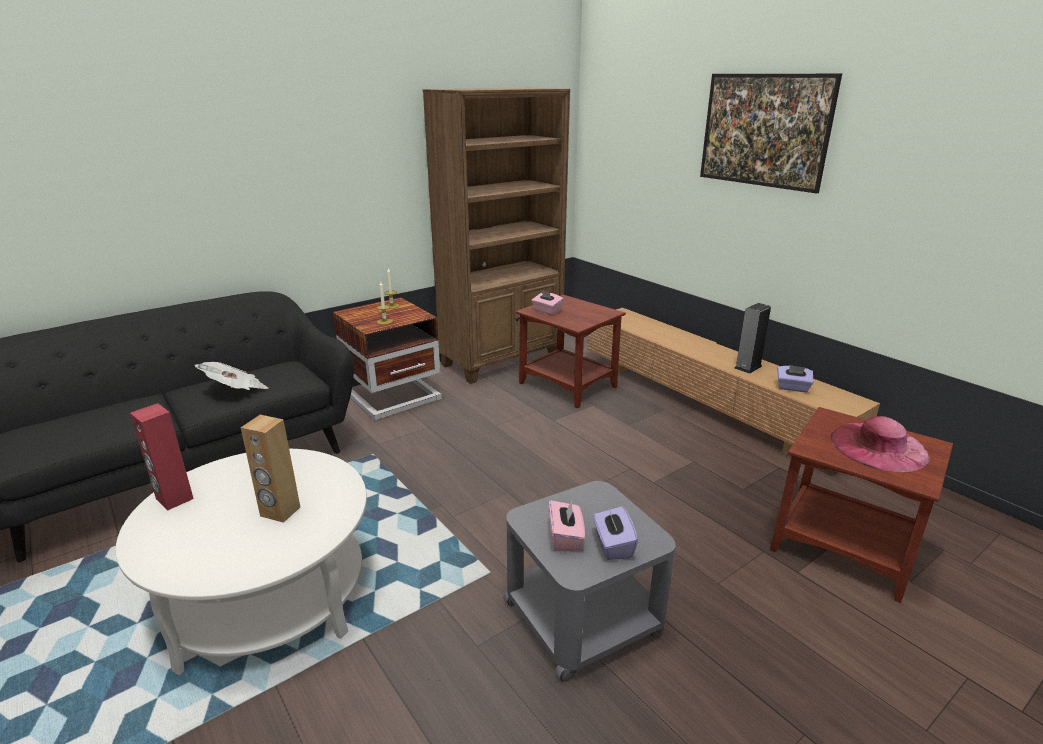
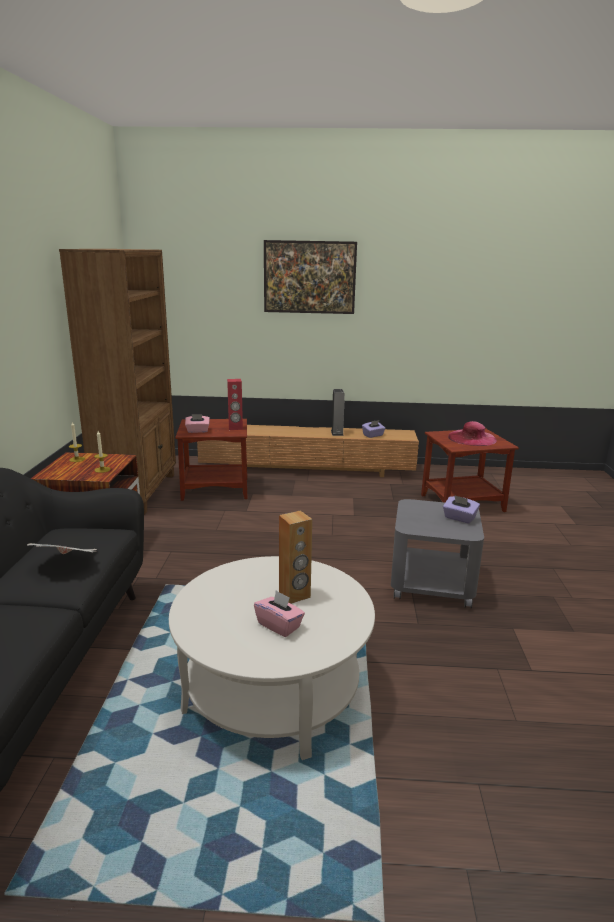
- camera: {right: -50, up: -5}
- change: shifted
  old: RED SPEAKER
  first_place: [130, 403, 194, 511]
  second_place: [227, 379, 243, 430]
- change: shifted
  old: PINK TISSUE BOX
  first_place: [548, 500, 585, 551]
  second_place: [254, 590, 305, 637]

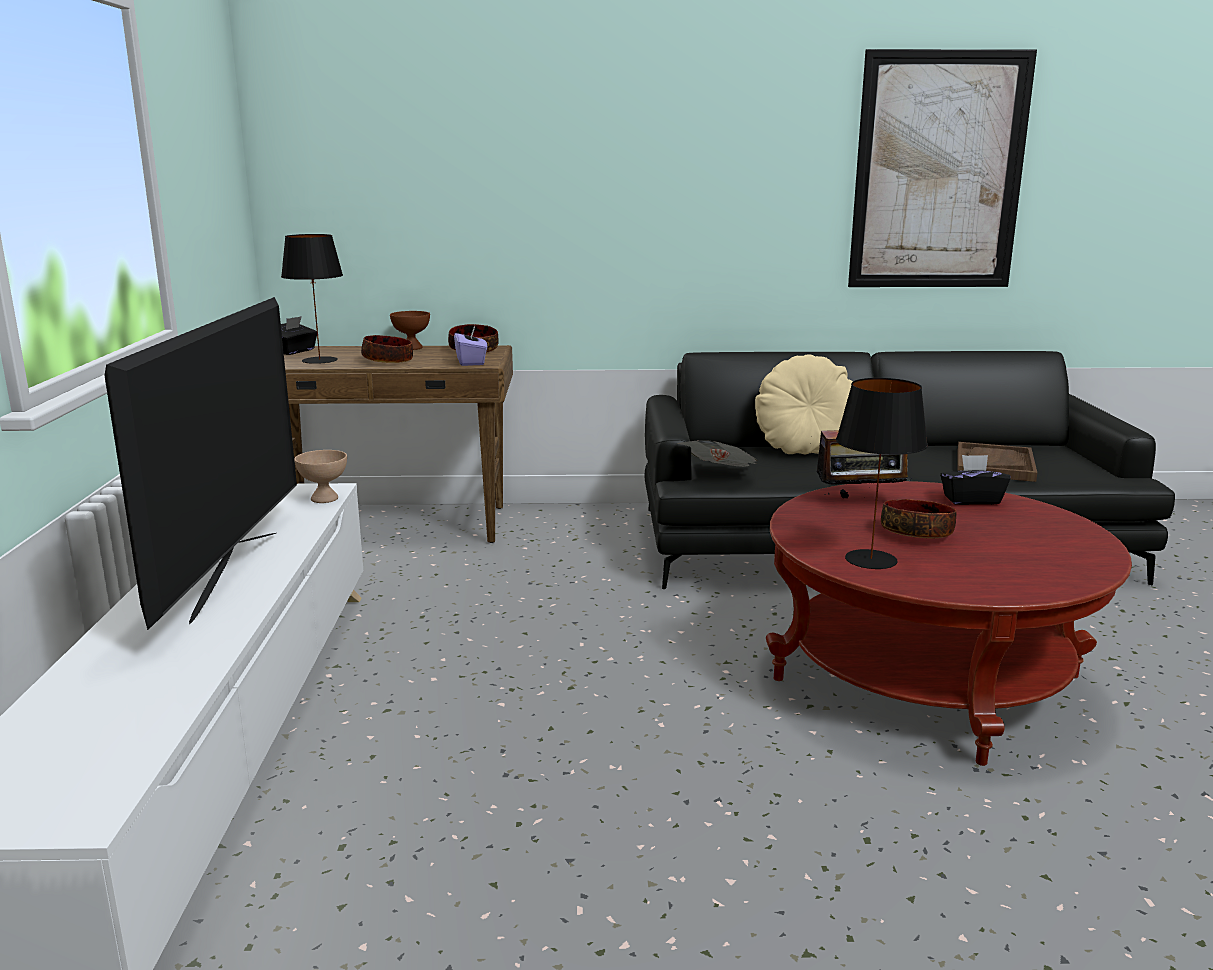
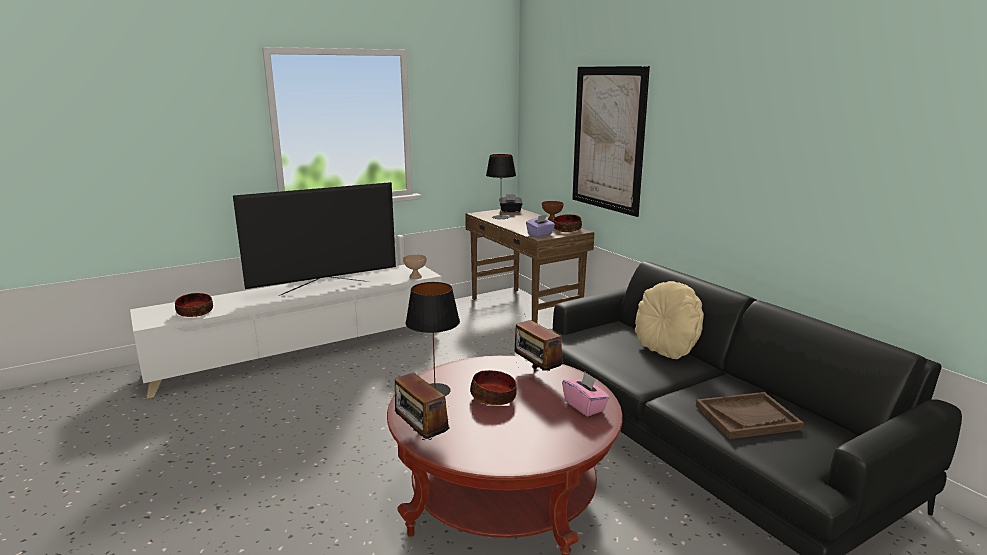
- camera: {right: 60, up: 0}
- change: shifted
  old: BOWL
  first_place: [361, 335, 413, 363]
  second_place: [175, 293, 213, 317]
- change: new
  new: RADIO
  second_place: [392, 367, 449, 441]
- change: repainted
  old: BLACK TISSUE BOX
  new: PINK TISSUE BOX
  first_place: [940, 455, 1011, 505]
  second_place: [562, 372, 610, 416]
- change: shifted
  old: PICTURE
  first_place: [848, 49, 1037, 287]
  second_place: [572, 66, 650, 217]
- change: gone
  old: NEWSPAPER
  first_place: [677, 440, 757, 467]

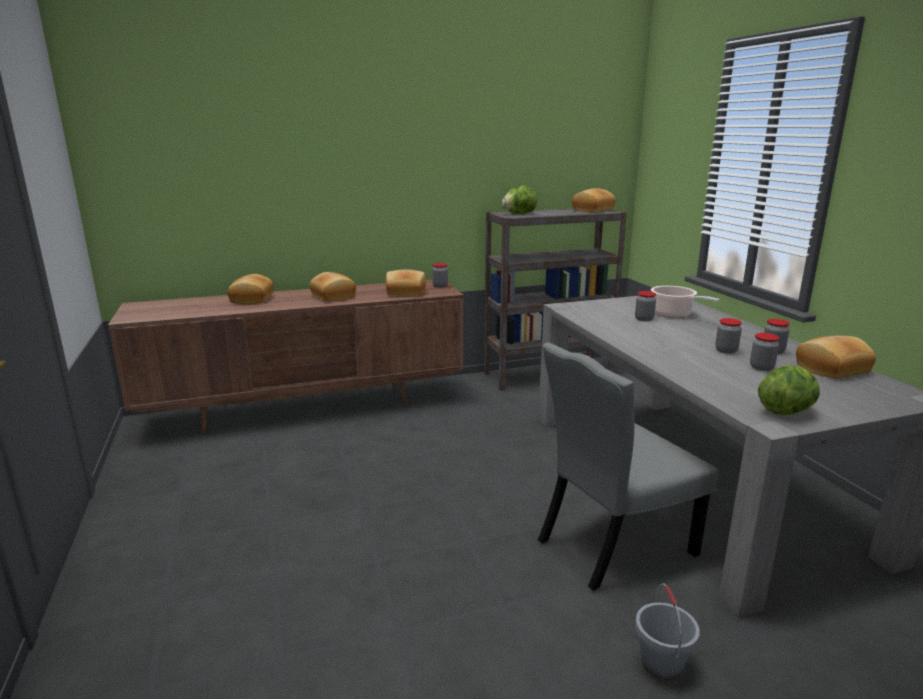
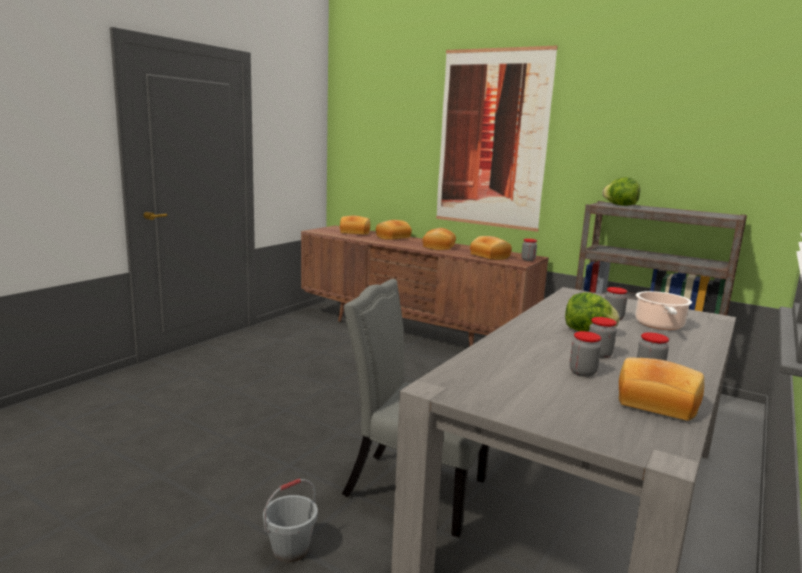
- camera: {right: 50, up: -5}
- change: shifted
  old: BREAD
  first_place: [572, 188, 615, 212]
  second_place: [340, 216, 370, 235]
- change: new
  new: PICTURE
  second_place: [436, 46, 558, 232]
- change: shifted
  old: LETTUCE
  first_place: [758, 366, 820, 415]
  second_place: [565, 292, 620, 332]

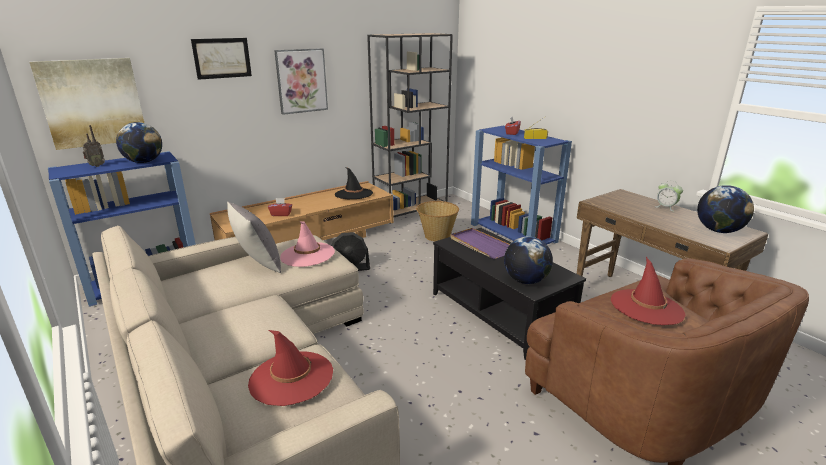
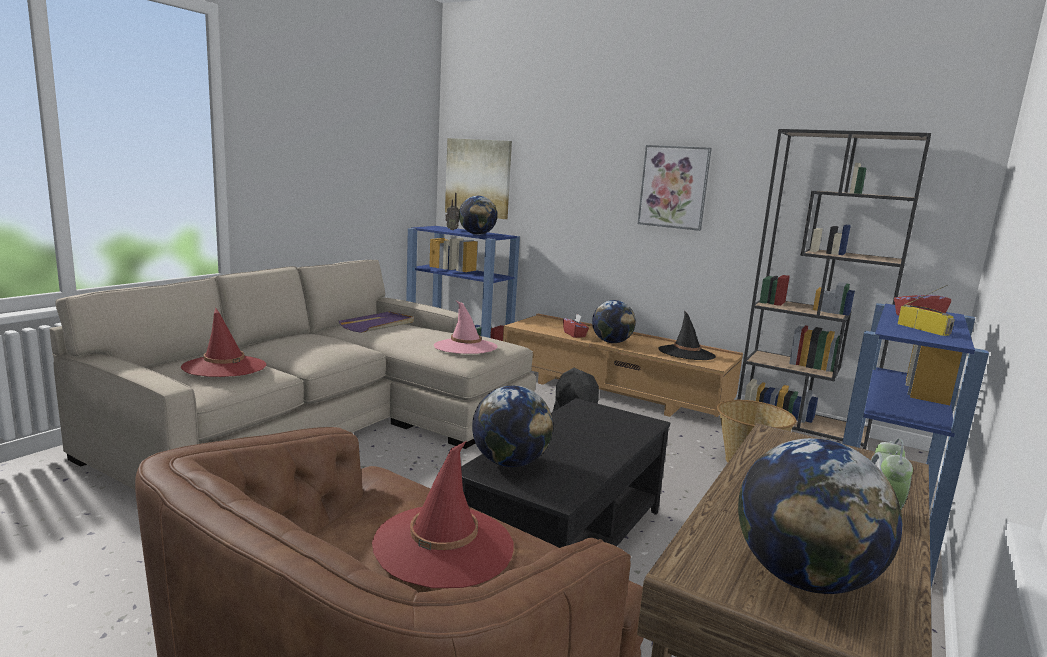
- camera: {right: 65, up: -10}
- change: shifted
  old: PURPLE TRAY
  first_place: [451, 228, 510, 259]
  second_place: [339, 311, 414, 333]
- change: new
  new: GLOBE
  second_place: [592, 300, 636, 343]
- change: gone
  old: PICTURE
  first_place: [191, 38, 252, 80]
- change: gone
  old: GREY PILLOW
  first_place: [227, 202, 281, 273]

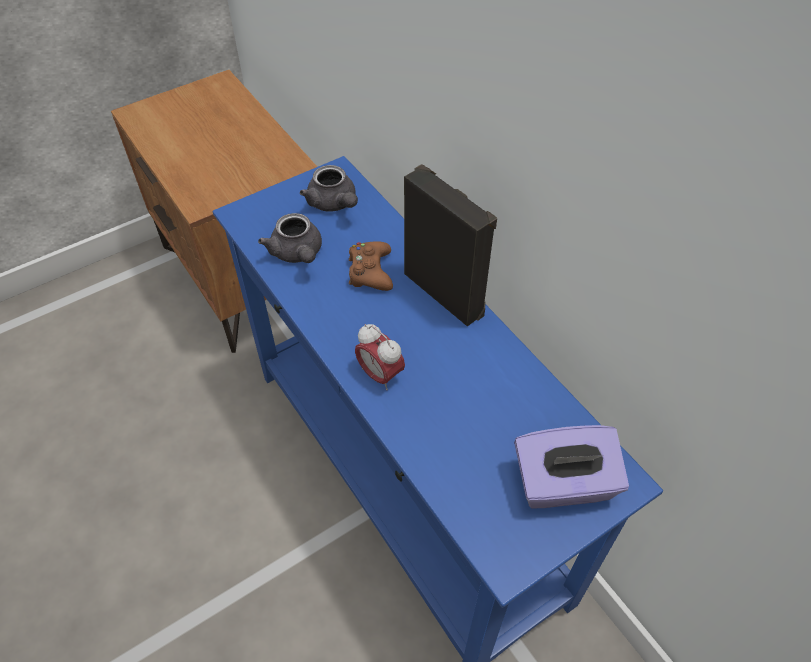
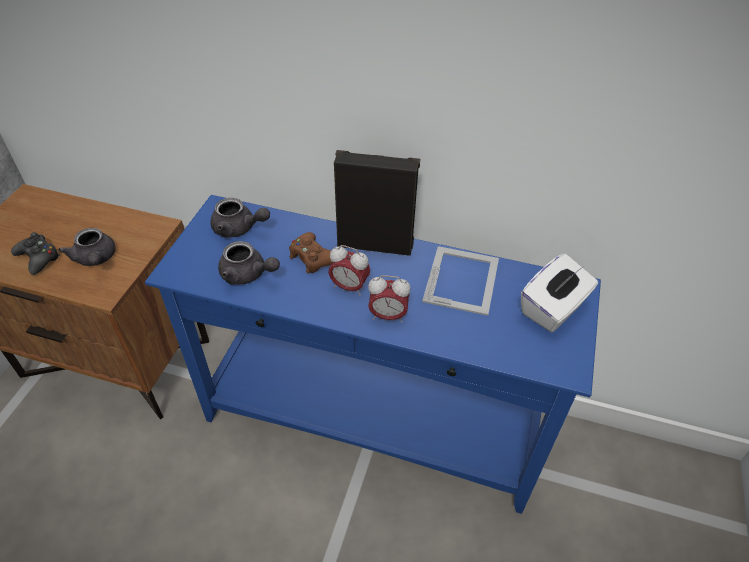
- camera: {right: -40, up: -5}
- change: new
  new: BLACK GAME CONTROLLER
  second_place: [11, 232, 60, 275]
- change: new
  new: GREY TEAPOT
  second_place: [58, 228, 116, 266]
- change: new
  new: ALARM CLOCK
  second_place: [328, 245, 370, 296]
- change: new
  new: PICTURE FRAME
  second_place: [422, 246, 499, 316]
- change: repainted
  old: PURPLE TISSUE BOX
  new: WHITE TISSUE BOX
  first_place: [514, 425, 629, 508]
  second_place: [521, 253, 598, 332]

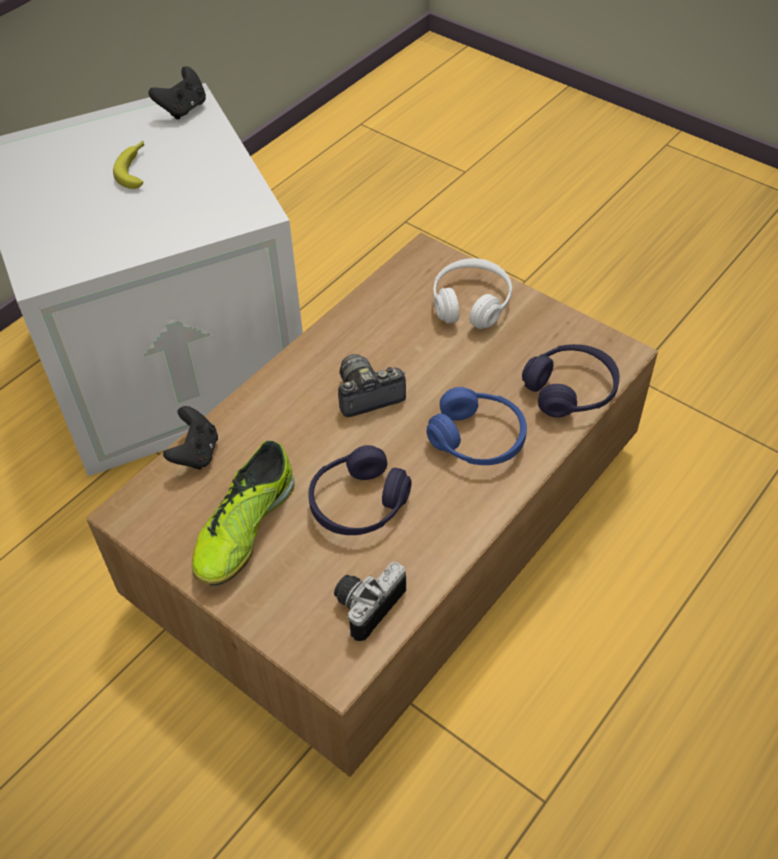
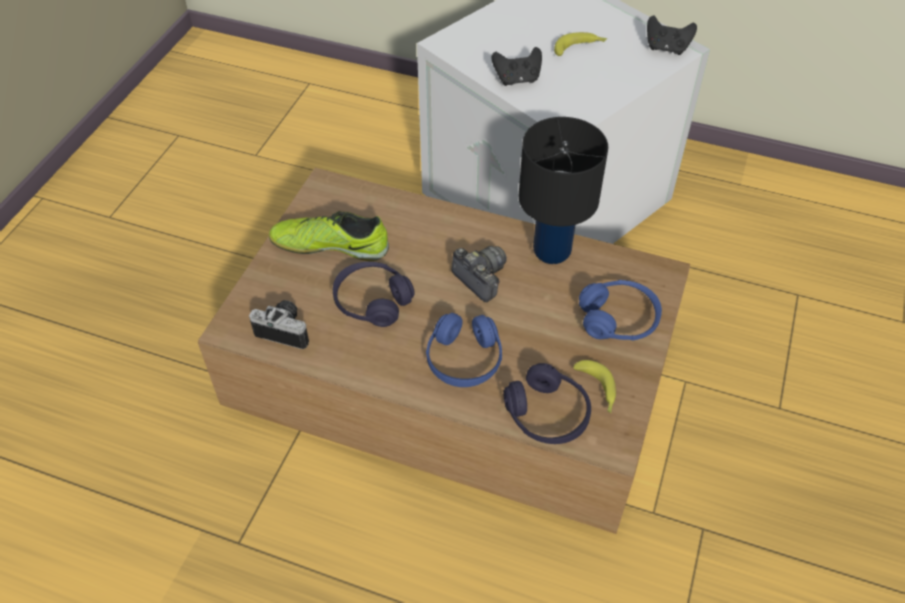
- camera: {right: 70, up: 0}
- change: shifted
  old: BLACK GAME CONTROLLER
  first_place: [163, 406, 218, 470]
  second_place: [492, 47, 542, 86]
- change: new
  new: BLACK TABLE LAMP
  second_place: [519, 117, 608, 264]
- change: new
  new: BANANA
  second_place: [573, 360, 616, 413]
- change: repainted
  old: WHITE HEADPHONES
  new: BLUE HEADPHONES
  first_place: [433, 258, 512, 329]
  second_place: [579, 280, 662, 341]

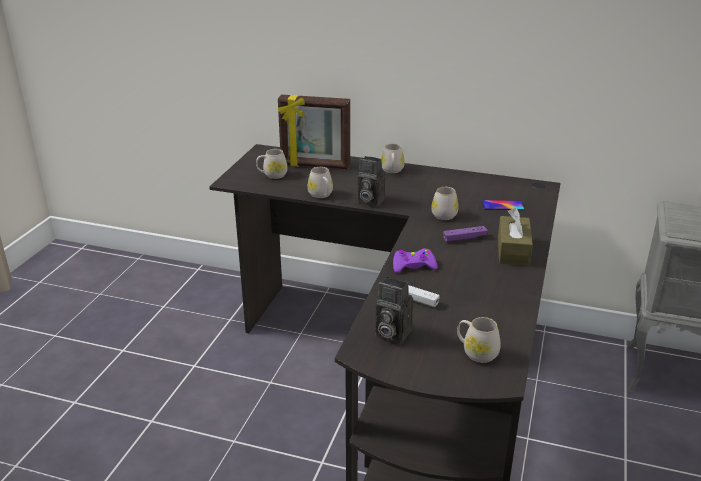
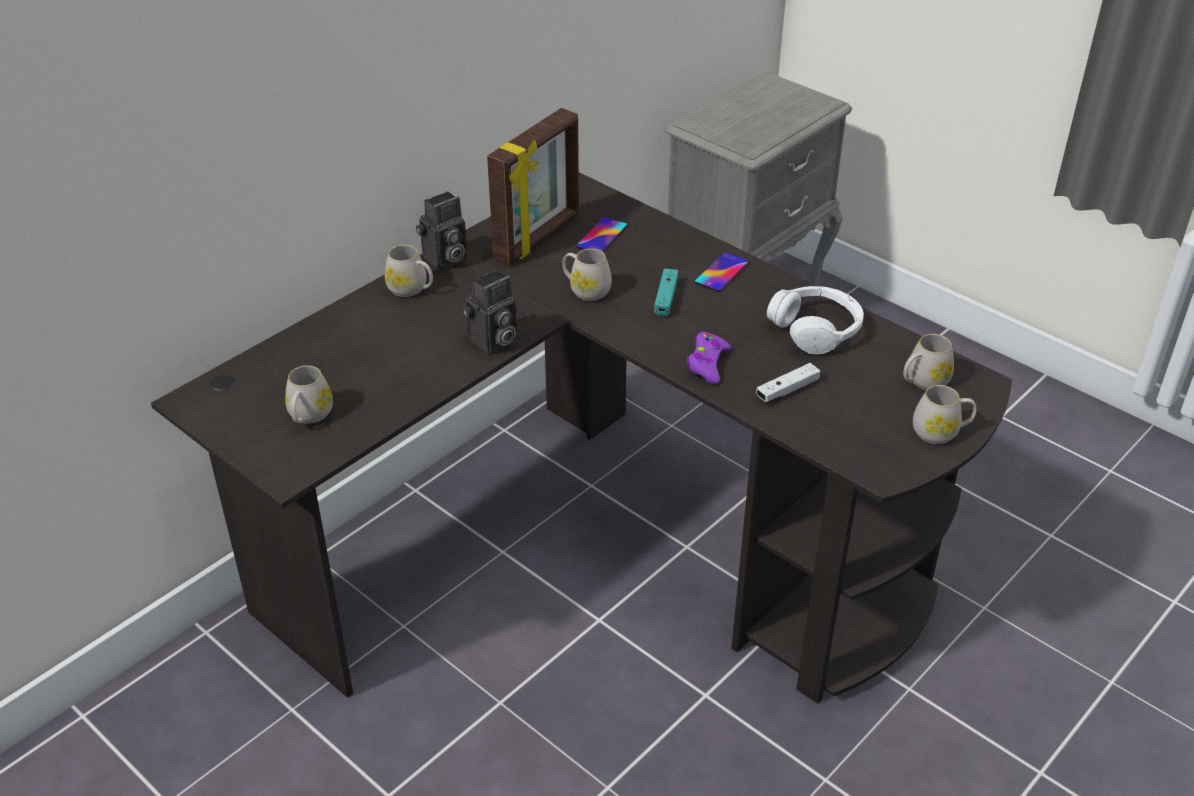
- camera: {right: -65, up: 10}
- change: shifted
  old: PHOTO CAMERA
  first_place: [375, 277, 413, 344]
  second_place: [416, 191, 467, 271]
- change: shifted
  old: PICTURE FRAME
  first_place: [278, 95, 350, 169]
  second_place: [487, 108, 579, 265]
- change: repainted
  old: PURPLE GAME CONTROLLER
  new: TURQUOISE GAME CONTROLLER
  first_place: [443, 226, 488, 242]
  second_place: [654, 268, 679, 316]
- change: swapped
  old: BROWN TISSUE BOX
  new: PHONE
  first_place: [498, 208, 533, 266]
  second_place: [694, 253, 749, 292]
- change: new
  new: WHITE HEADPHONES
  second_place: [767, 286, 864, 354]
- change: shifted
  old: WHITE MUG
  first_place: [308, 167, 333, 198]
  second_place: [913, 385, 977, 444]

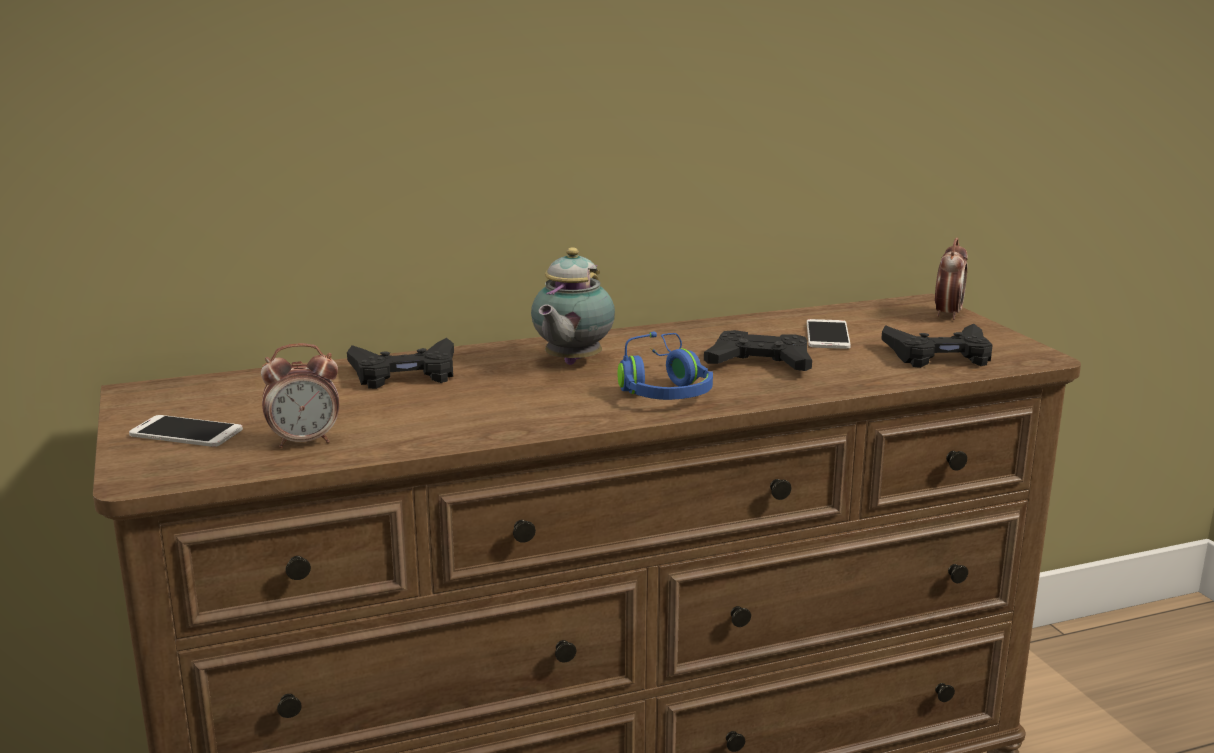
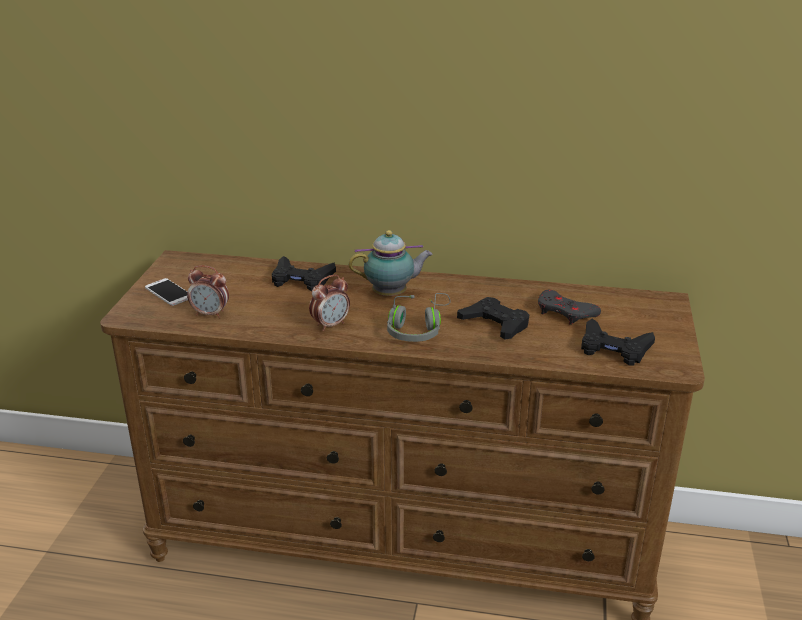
- camera: {right: 30, up: 10}
- change: shifted
  old: ALARM CLOCK
  first_place: [935, 238, 968, 320]
  second_place: [309, 275, 350, 331]
- change: rotated
  old: TEAPOT
  first_place: [531, 247, 615, 365]
  second_place: [349, 230, 433, 296]
  degrees: -150
- change: repainted
  old: BLUE HEADPHONES
  new: GREY HEADPHONES
  first_place: [617, 332, 713, 400]
  second_place: [387, 293, 451, 342]
- change: swapped
  old: PHONE
  new: GREY GAME CONTROLLER
  first_place: [807, 319, 851, 349]
  second_place: [538, 290, 601, 325]

